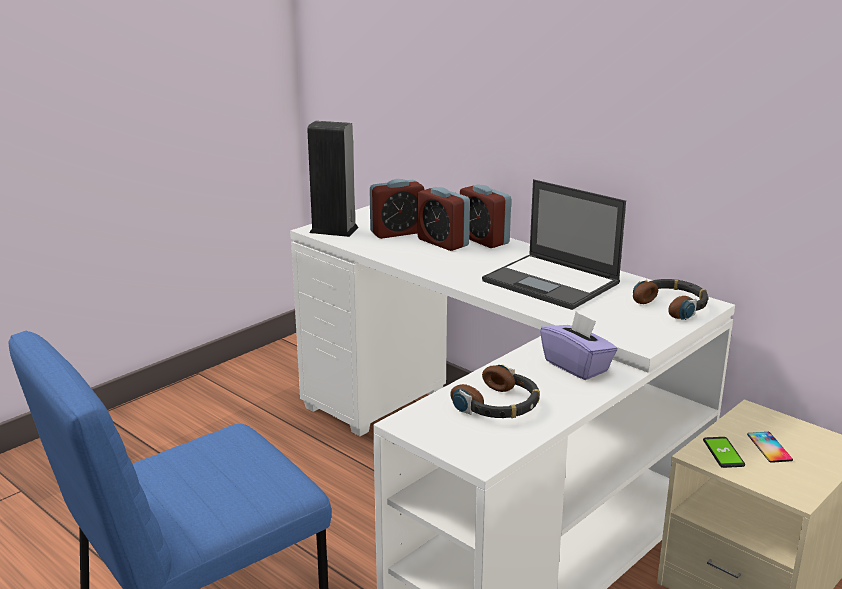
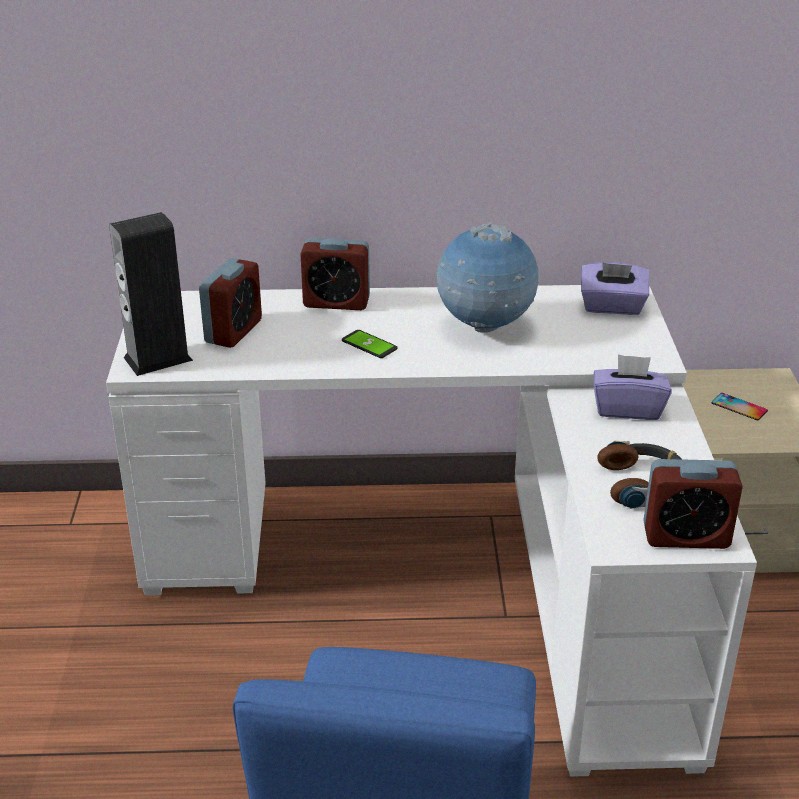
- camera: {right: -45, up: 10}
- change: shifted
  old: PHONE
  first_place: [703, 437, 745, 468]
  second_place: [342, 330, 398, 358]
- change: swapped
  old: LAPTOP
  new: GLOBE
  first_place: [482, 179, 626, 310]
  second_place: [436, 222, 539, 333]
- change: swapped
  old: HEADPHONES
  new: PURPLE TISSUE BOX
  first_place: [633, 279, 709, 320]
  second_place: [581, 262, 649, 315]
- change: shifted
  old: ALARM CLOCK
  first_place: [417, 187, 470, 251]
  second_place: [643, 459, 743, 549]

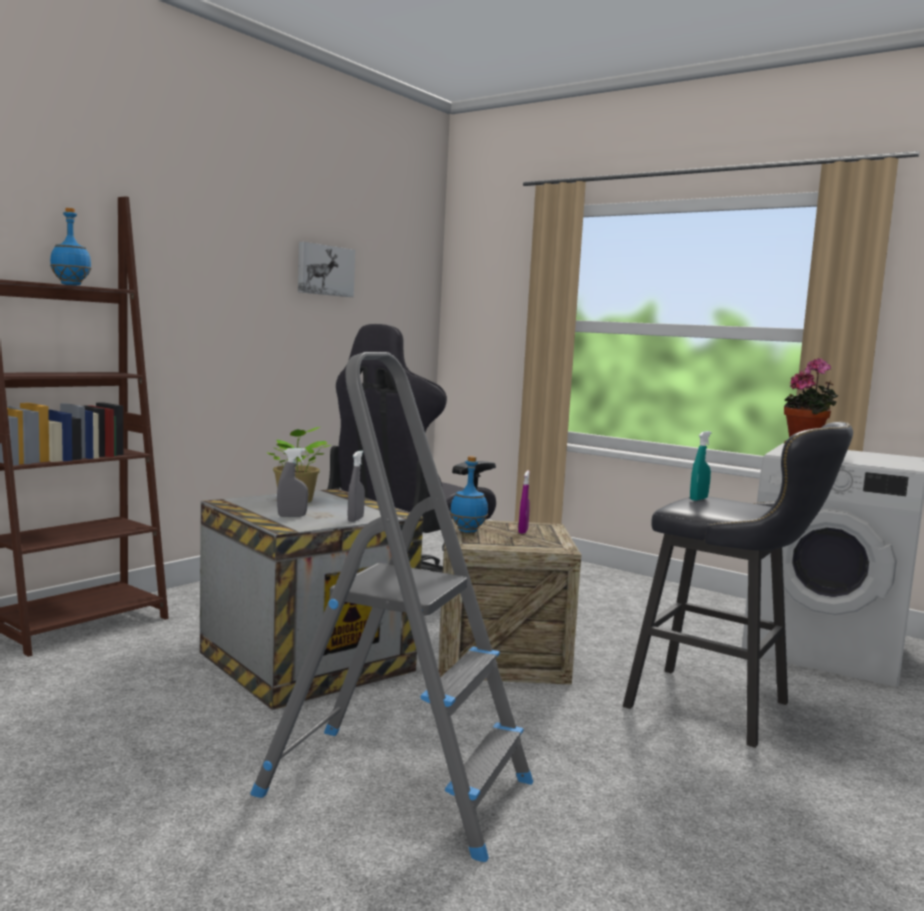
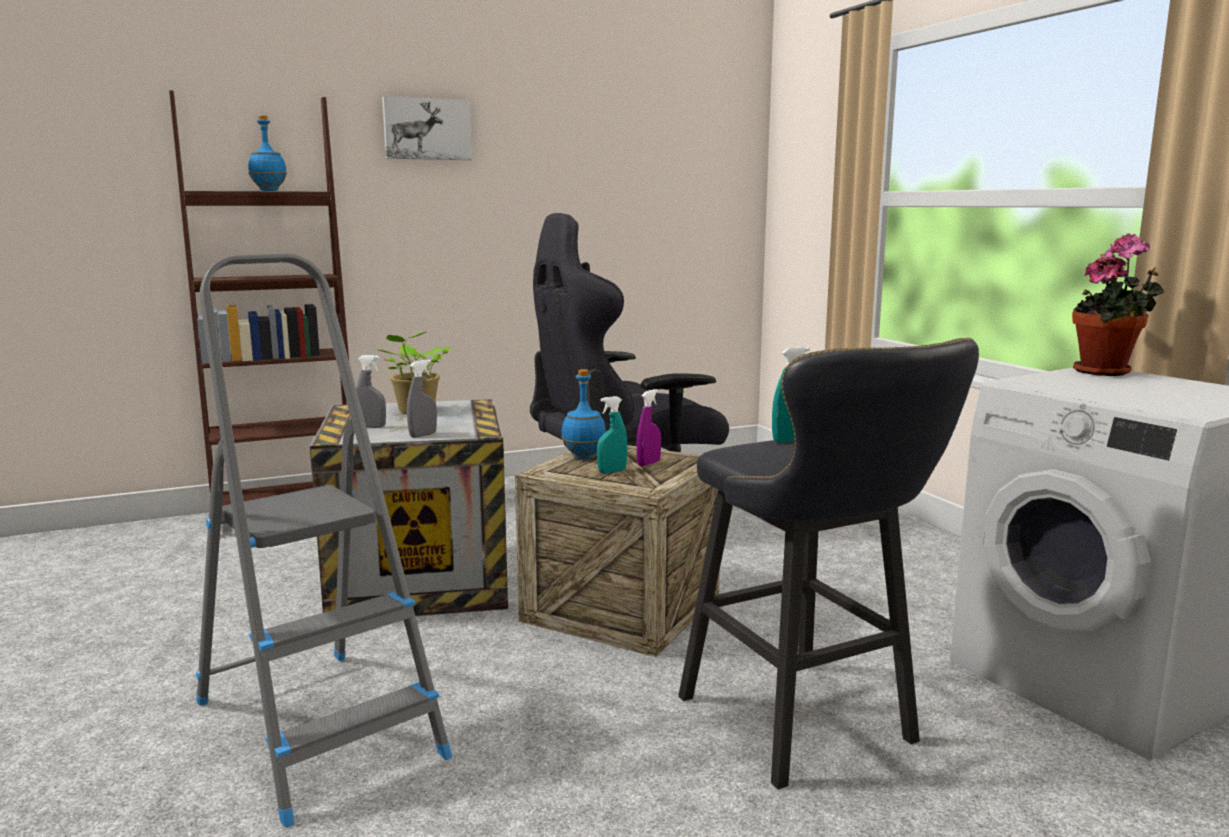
- camera: {right: 30, up: 5}
- change: shifted
  old: PICTURE
  first_place: [298, 242, 355, 297]
  second_place: [382, 96, 472, 160]
- change: new
  new: TURQUOISE SPRAY BOTTLE
  second_place: [597, 396, 627, 474]

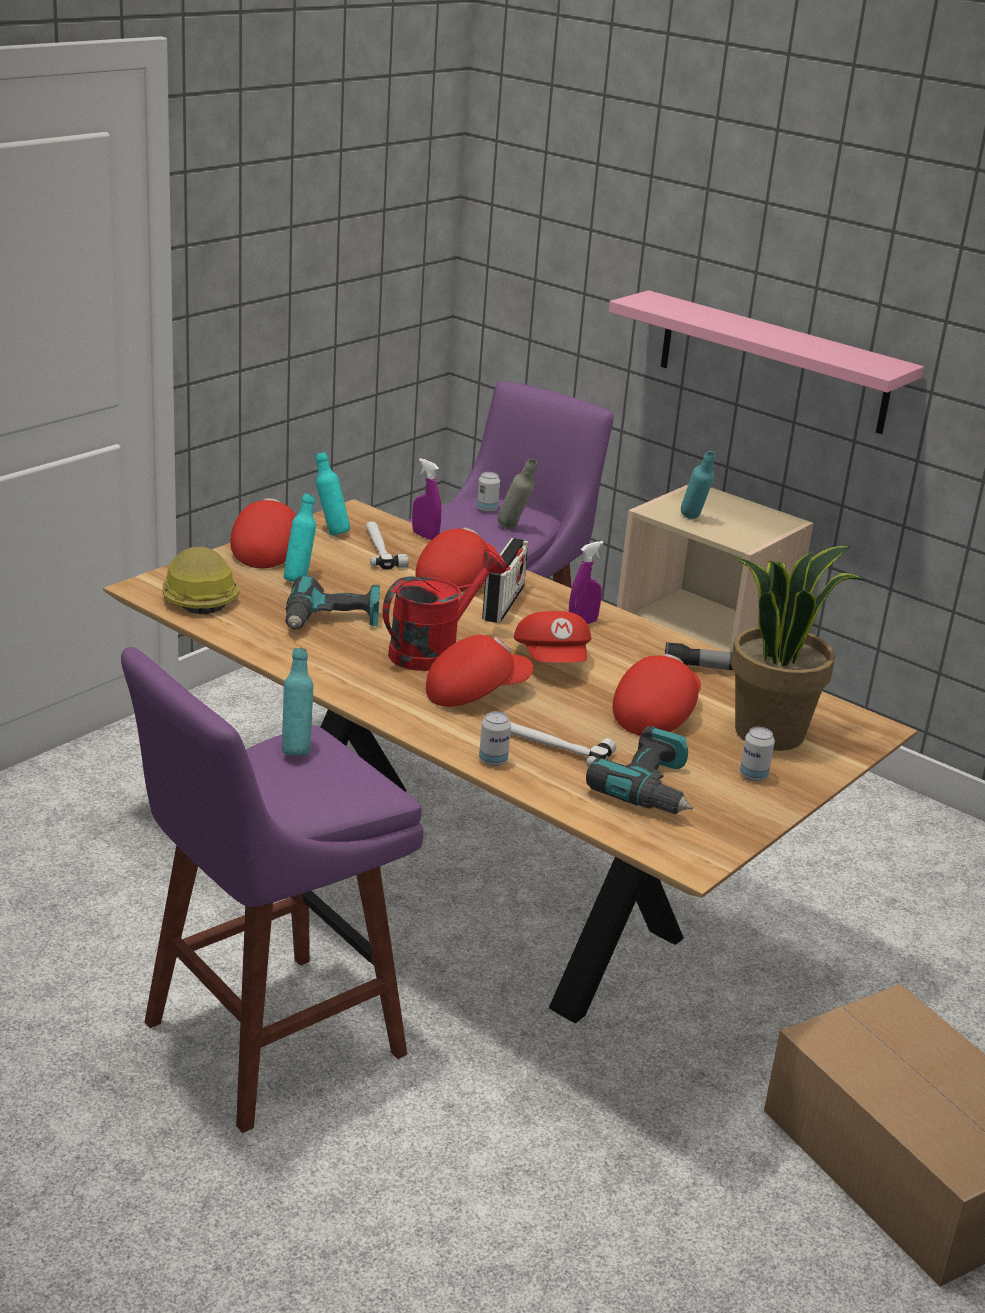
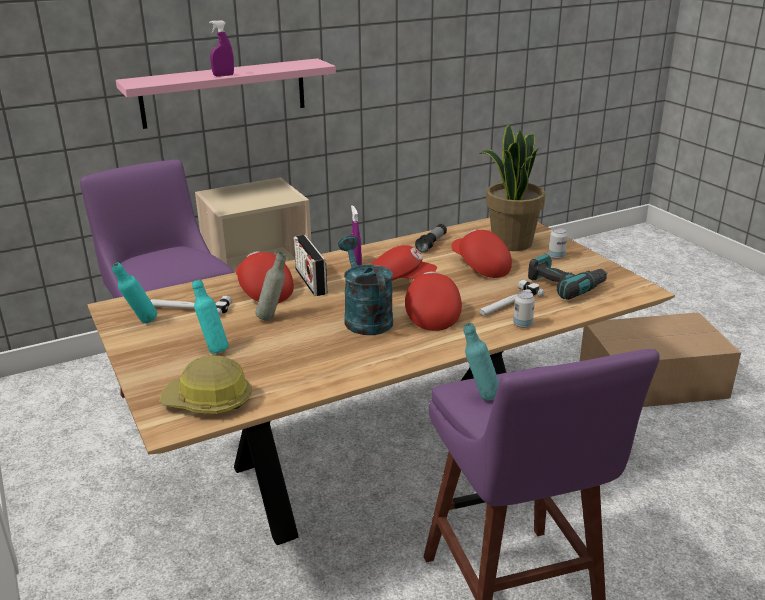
- camera: {right: -65, up: 0}
- change: shifted
  old: PURPLE SPRAY BOTTLE
  first_place: [412, 458, 441, 540]
  second_place: [209, 20, 234, 76]
- change: shifted
  old: GREY BOTTLE
  first_place: [498, 459, 537, 529]
  second_place: [255, 252, 286, 321]
- change: rotated
  old: RADIO
  first_place: [482, 538, 528, 623]
  second_place: [293, 235, 327, 296]
  degrees: -150
- change: repainted
  old: RED WATERING CAN
  new: TURQUOISE WATERING CAN
  first_place: [383, 549, 506, 671]
  second_place: [338, 235, 393, 335]
- change: gone
  old: RED CAP
  first_place: [230, 498, 296, 568]
- change: gone
  old: POWER DRILL
  first_place: [285, 575, 380, 629]
- change: gone
  old: CAN
  first_place: [477, 472, 500, 513]
- change: gone
  old: TURQUOISE BOTTLE
  first_place: [681, 451, 715, 519]

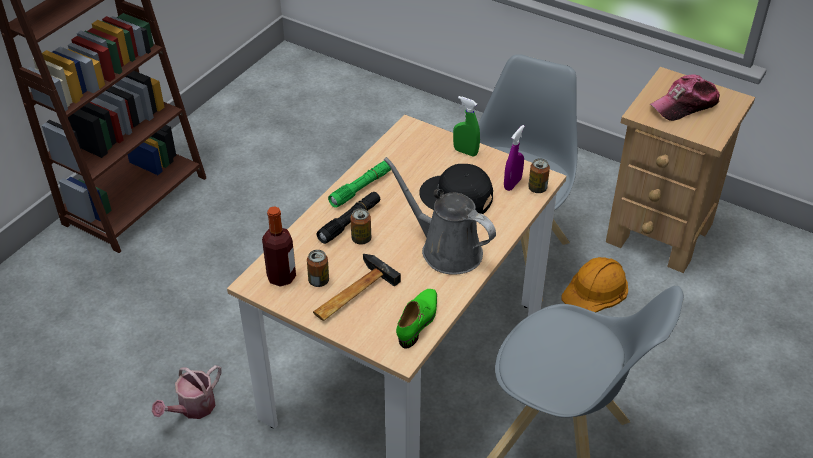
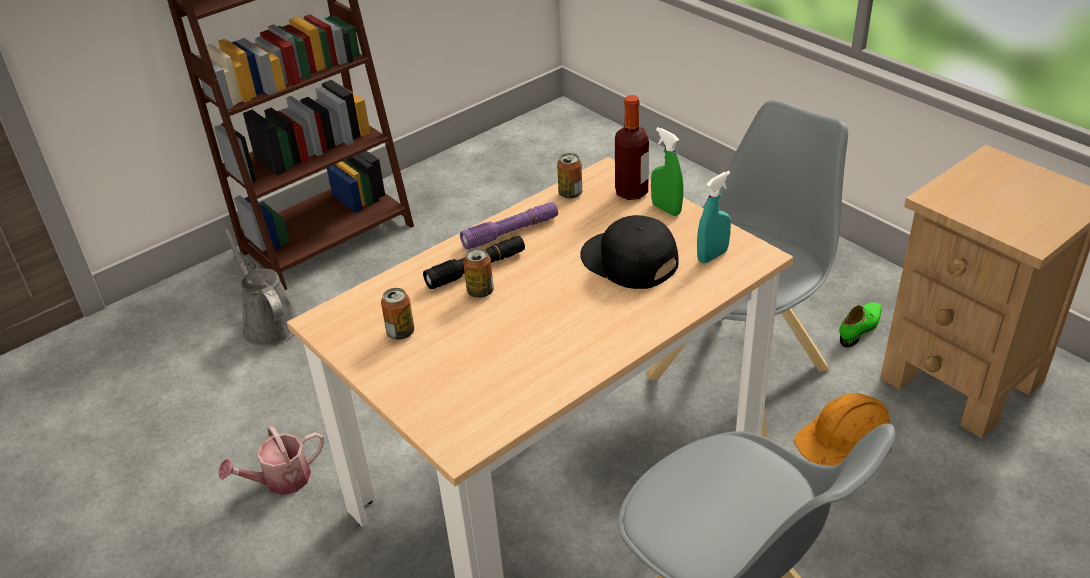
- camera: {right: 20, up: -5}
- change: shifted
  old: GREY WATERING CAN
  first_place: [384, 157, 496, 275]
  second_place: [225, 229, 298, 346]
- change: repainted
  old: GREEN FLASHLIGHT
  new: PURPLE FLASHLIGHT
  first_place: [328, 161, 391, 208]
  second_place: [460, 202, 558, 249]
- change: shifted
  old: CAN
  first_place: [528, 158, 550, 193]
  second_place: [557, 153, 582, 199]
- change: shifted
  old: BOTTLE
  first_place: [262, 206, 296, 287]
  second_place: [615, 95, 649, 200]
- change: repainted
  old: PURPLE SPRAY BOTTLE
  new: TURQUOISE SPRAY BOTTLE
  first_place: [504, 125, 525, 191]
  second_place: [697, 171, 731, 263]
- change: shifted
  old: GREEN SHOE
  first_place: [396, 289, 437, 349]
  second_place: [839, 302, 882, 347]
- change: gone
  old: HAMMER
  first_place: [313, 254, 401, 321]
- change: gone
  old: CAP
  first_place: [650, 74, 720, 121]

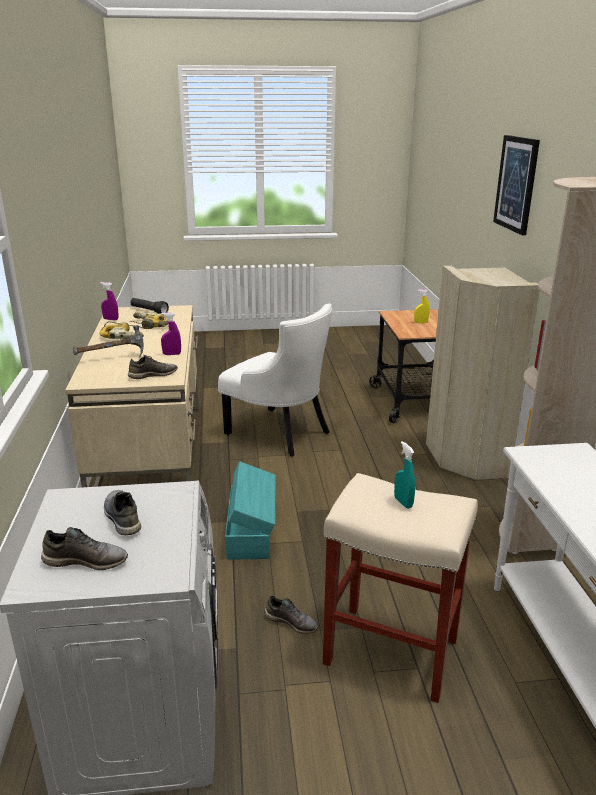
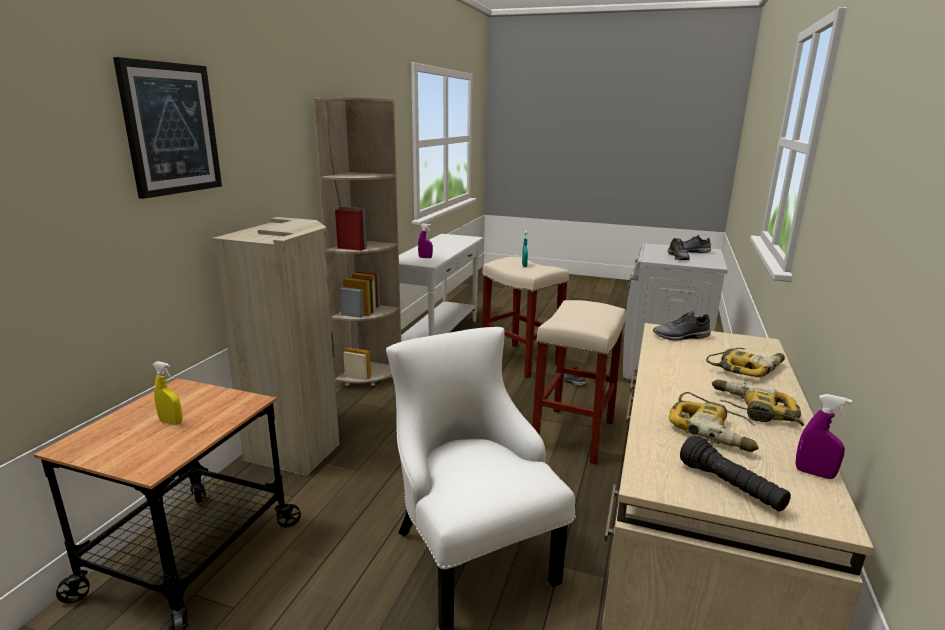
- camera: {right: -155, up: -5}
- change: shifted
  old: PURPLE SPRAY BOTTLE
  first_place: [161, 312, 181, 355]
  second_place: [418, 224, 433, 258]
- change: swapped
  old: TURQUOISE STORAGE BOX
  new: BEIGE STOOL
  first_place: [225, 461, 275, 559]
  second_place: [532, 300, 626, 464]
- change: swapped
  old: HAMMER
  new: POWER DRILL
  first_place: [73, 325, 144, 358]
  second_place: [706, 348, 785, 377]

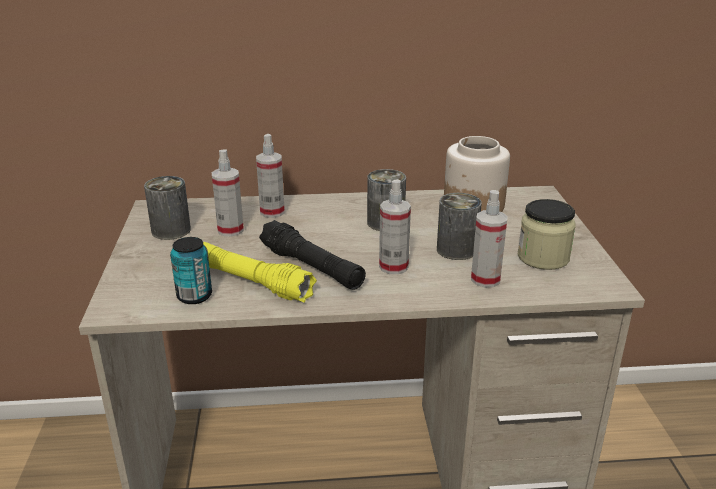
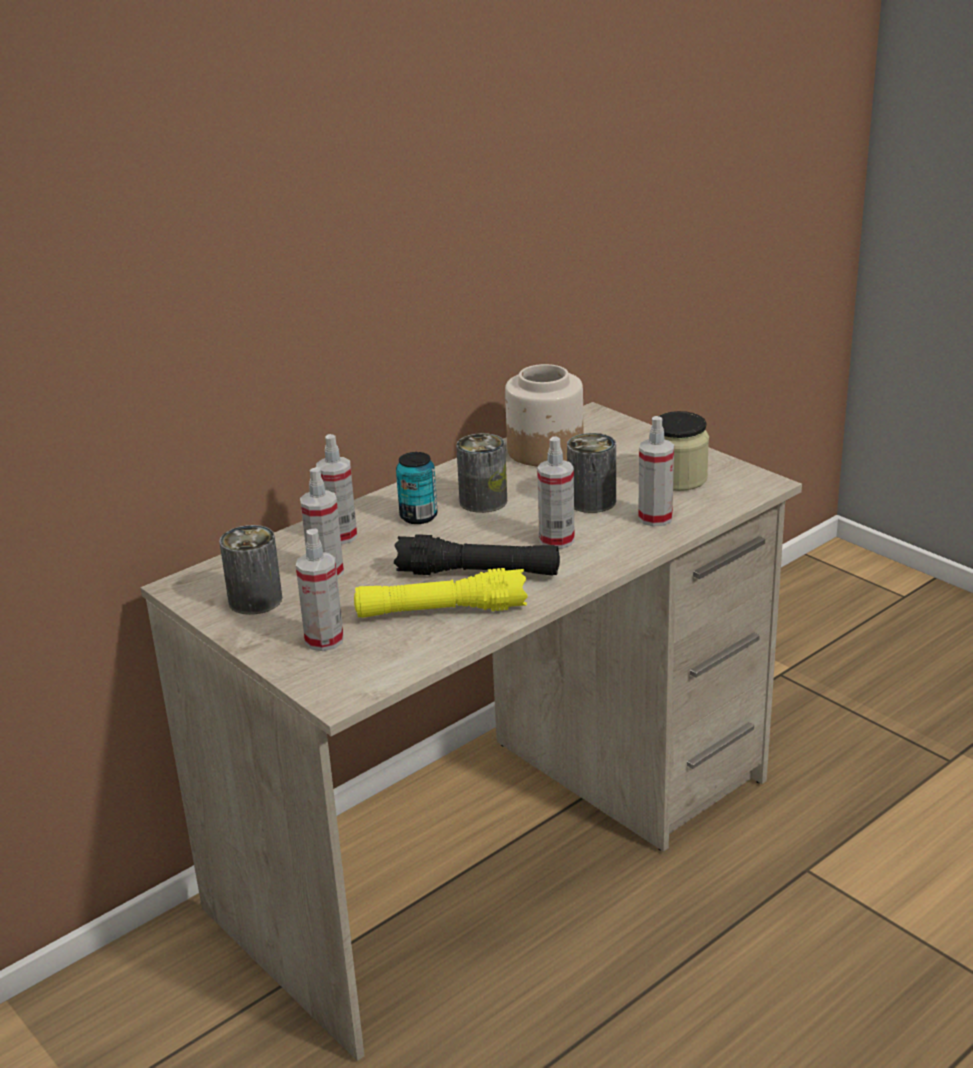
- camera: {right: -35, up: 0}
- change: new
  new: SPRAY BOTTLE
  second_place: [296, 529, 344, 651]
- change: shifted
  old: CAN
  first_place: [170, 237, 212, 304]
  second_place: [396, 452, 438, 524]

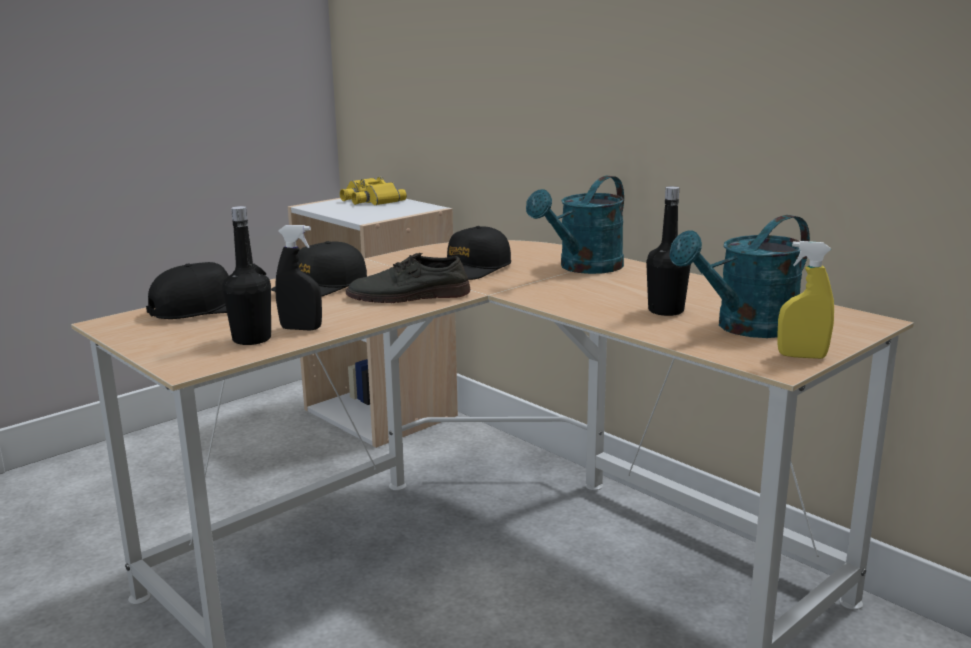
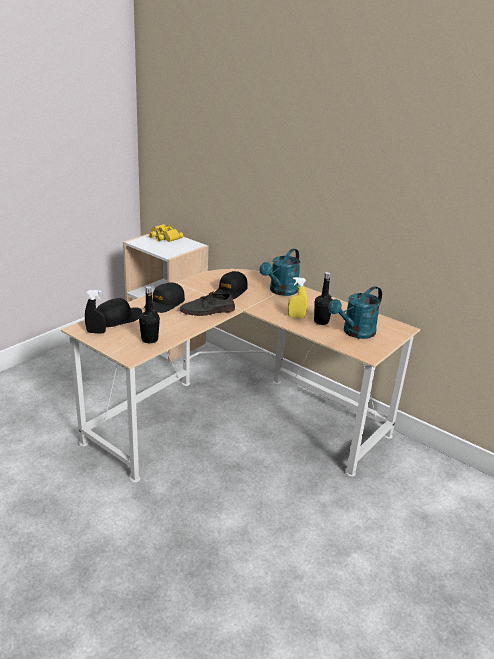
- camera: {right: -10, up: 10}
- change: shifted
  old: BLACK SPRAY BOTTLE
  first_place: [275, 225, 322, 331]
  second_place: [85, 290, 106, 334]
- change: shifted
  old: YELLOW SPRAY BOTTLE
  first_place: [777, 241, 834, 359]
  second_place: [288, 277, 307, 318]

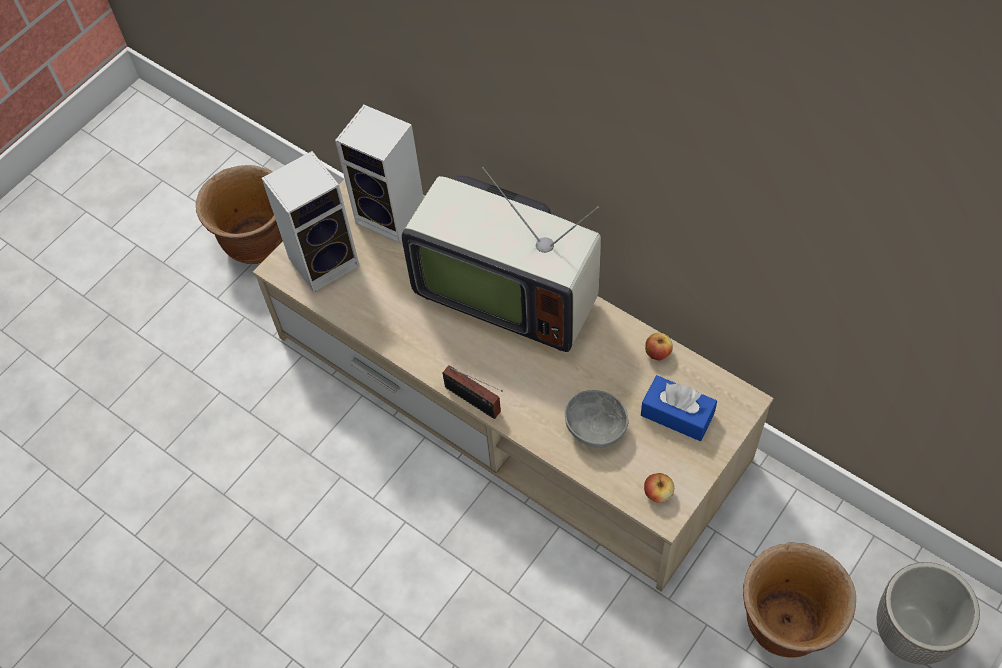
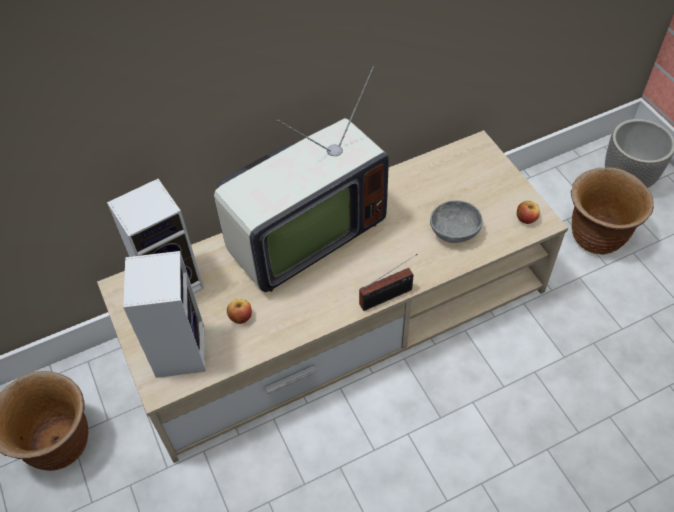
- camera: {right: -65, up: -5}
- change: shifted
  old: APPLE
  first_place: [645, 333, 673, 360]
  second_place: [227, 299, 252, 324]
- change: gone
  old: BLUE TISSUE BOX
  first_place: [641, 375, 717, 441]

